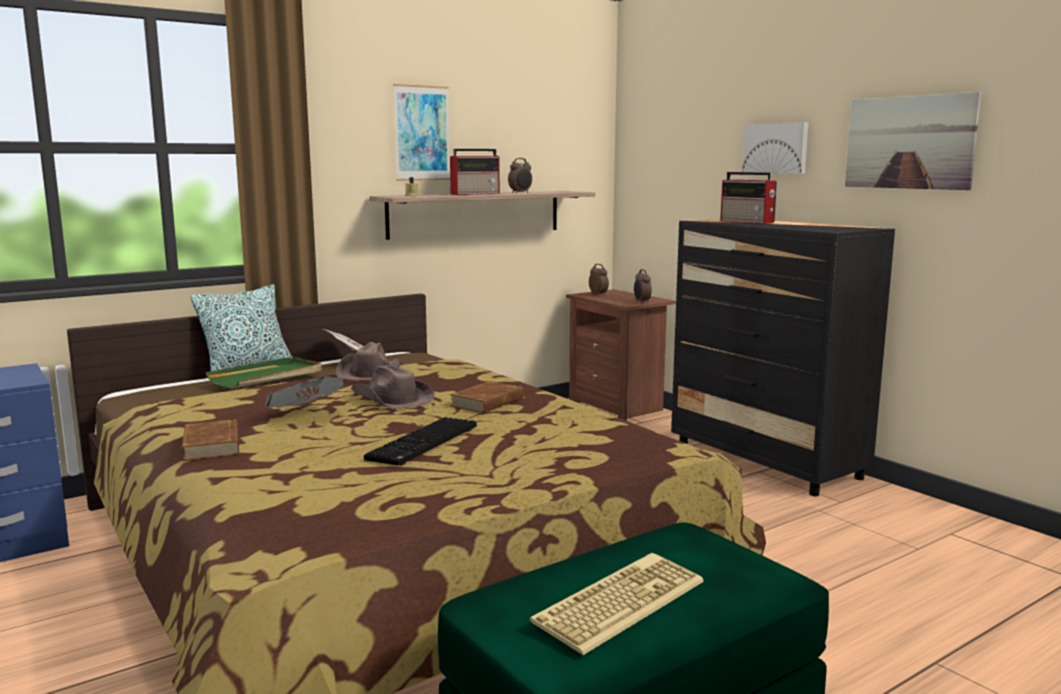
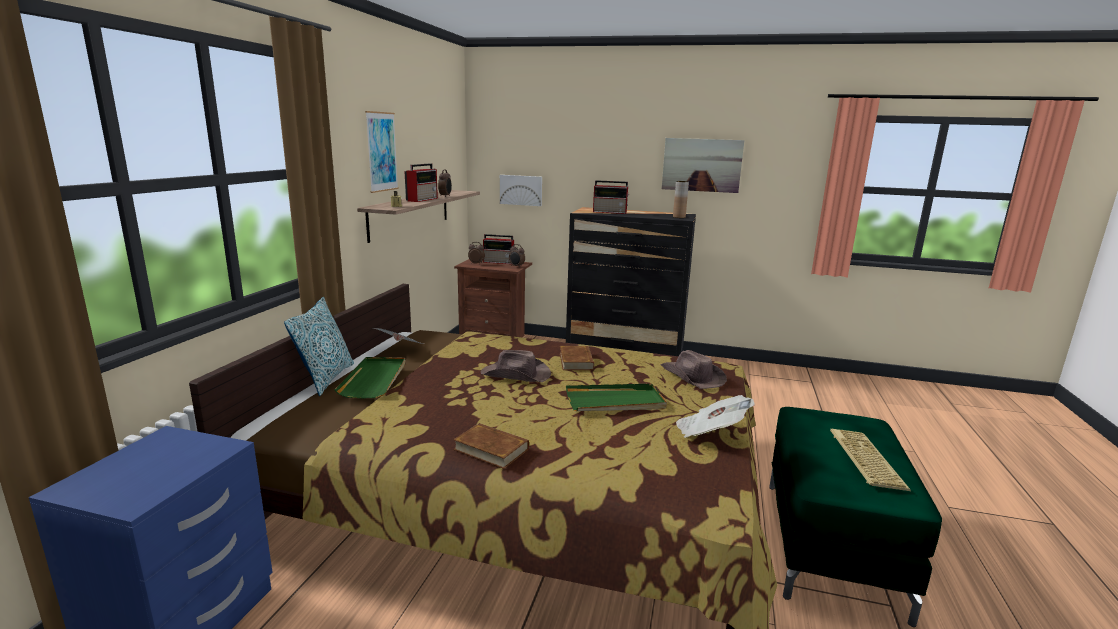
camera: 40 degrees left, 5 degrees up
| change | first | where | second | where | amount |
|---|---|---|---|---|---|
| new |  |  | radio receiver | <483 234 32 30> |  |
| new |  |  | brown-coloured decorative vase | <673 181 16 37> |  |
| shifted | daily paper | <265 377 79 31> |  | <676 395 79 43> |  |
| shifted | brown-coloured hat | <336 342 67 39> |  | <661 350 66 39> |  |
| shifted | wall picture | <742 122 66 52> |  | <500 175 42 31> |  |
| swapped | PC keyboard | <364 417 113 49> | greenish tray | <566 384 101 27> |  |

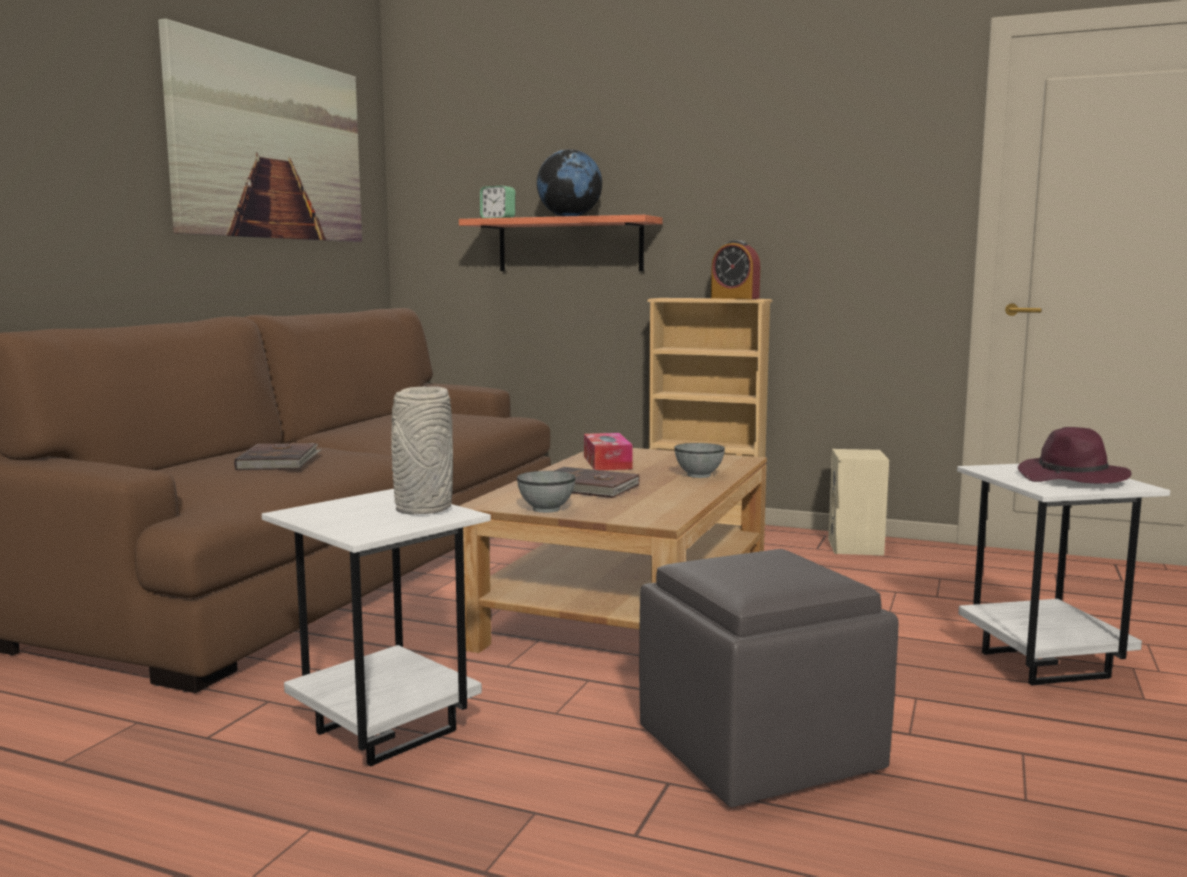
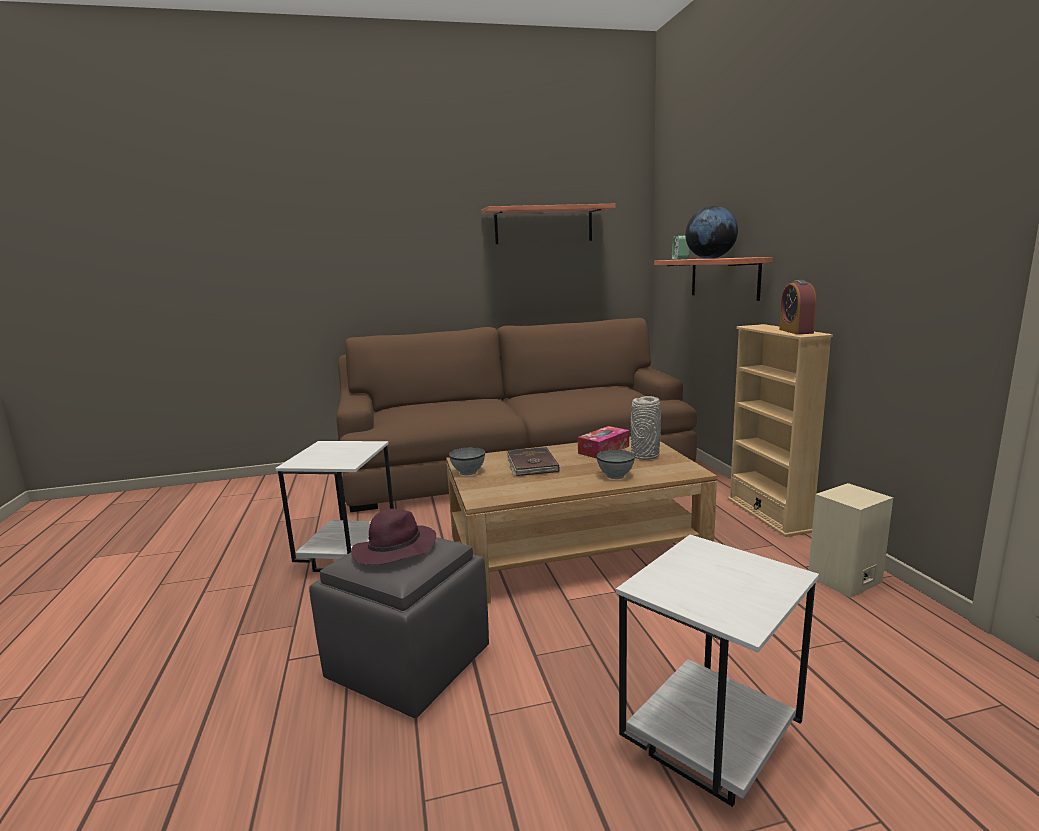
camera: 55 degrees right, 5 degrees up
| change | first | where | second | where | amount |
|---|---|---|---|---|---|
| gone | brown-coloured volume | <234 443 88 27> |  |  |  |
| shifted | grey decorative vase | <391 387 62 128> |  | <631 396 30 64> |  |
| shifted | purple hat | <1018 427 114 57> |  | <351 509 85 56> |  |
| swapped | wall picture | <158 18 204 224> | bracket shelf | <481 204 135 40> |  |

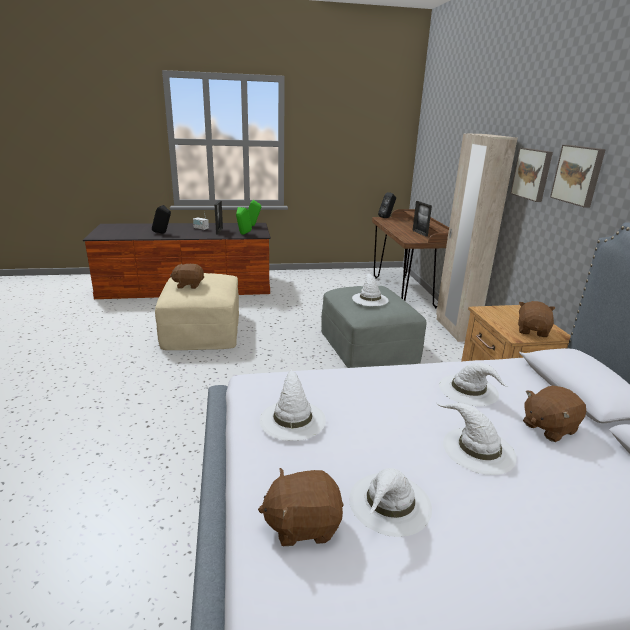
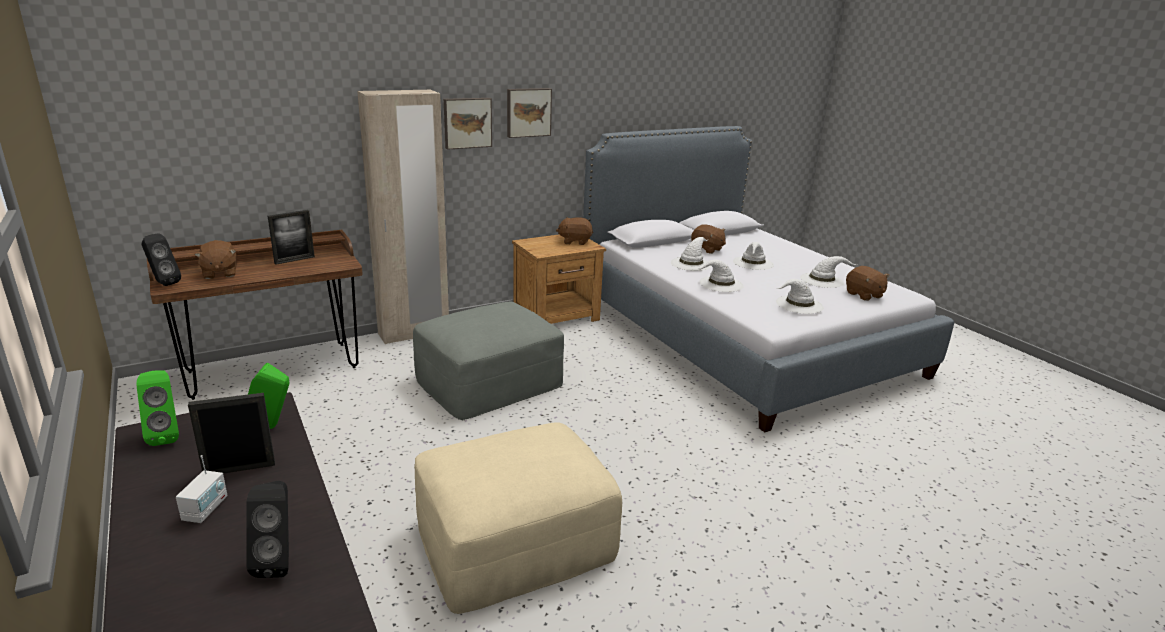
camera: 110 degrees left, 0 degrees up
| change | first | where | second | where | amount |
|---|---|---|---|---|---|
| shifted | brown-coloured cuddly toy | <170 264 34 25> |  | <194 240 43 39> |  |
| shifted | whitish hat | <352 274 37 32> |  | <698 259 46 33> |  |

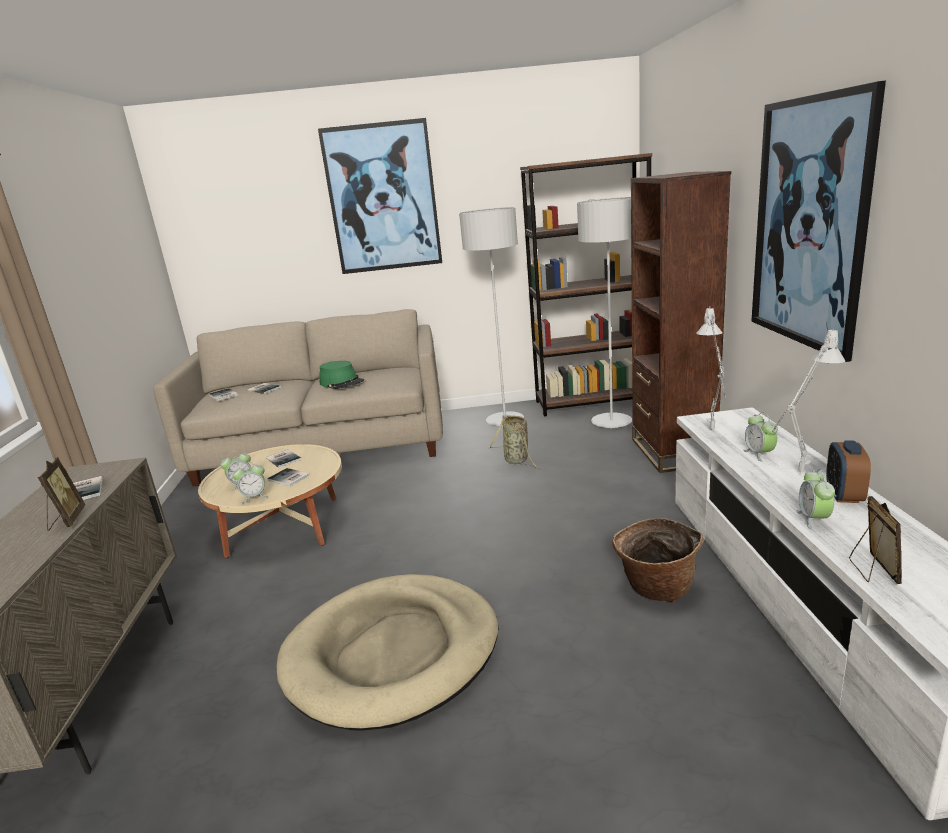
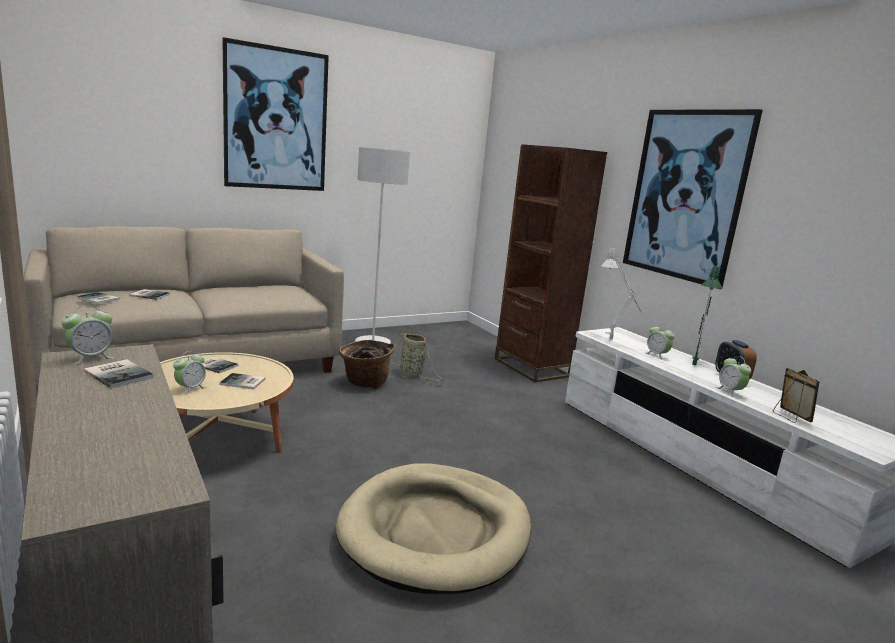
camera: 30 degrees left, 5 degrees down
| change | first | where | second | where | amount |
|---|---|---|---|---|---|
| gone | standing frame | <37 457 48 74> |  |  |  |
| gone | greenish hat | <319 361 45 28> |  |  |  |
| gone | brown-coloured bookcase | <520 153 132 263> |  |  |  |
| gone | grey standard lamp | <577 197 55 231> |  |  |  |
| shifted | alarm clock | <232 462 36 41> |  | <61 305 53 60> |  |
| shifted | storage basket | <612 518 92 85> |  | <339 340 56 49> |  |
| repainted | grey lamp for a table | <771 330 74 142> | greenish lamp for a table | <692 265 31 100> |  |

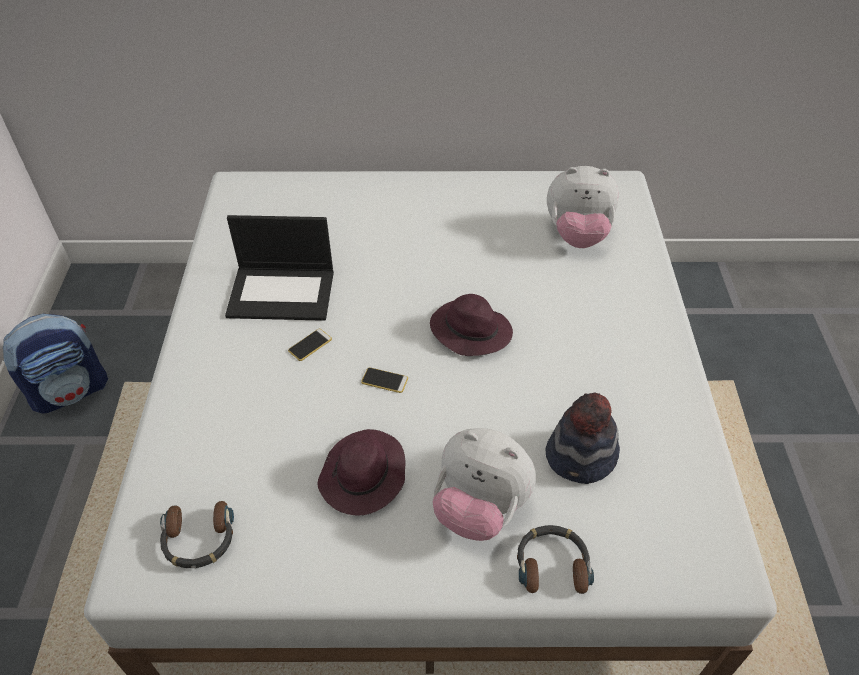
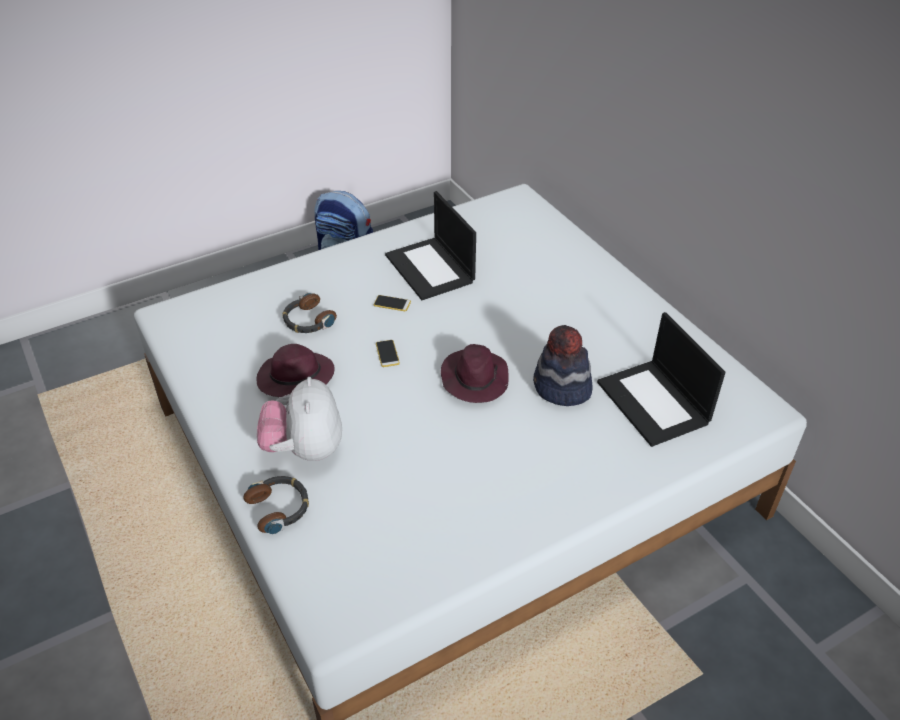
camera: 60 degrees right, 5 degrees down
| change | first | where | second | where | amount |
|---|---|---|---|---|---|
| shifted | headphones | <160 501 74 67> |  | <282 293 55 40> |  |
| shifted | hat | <546 392 74 92> |  | <533 325 60 81> |  |
| swapped | cuddly toy | <547 166 72 82> | laptop | <597 312 129 135> |  |

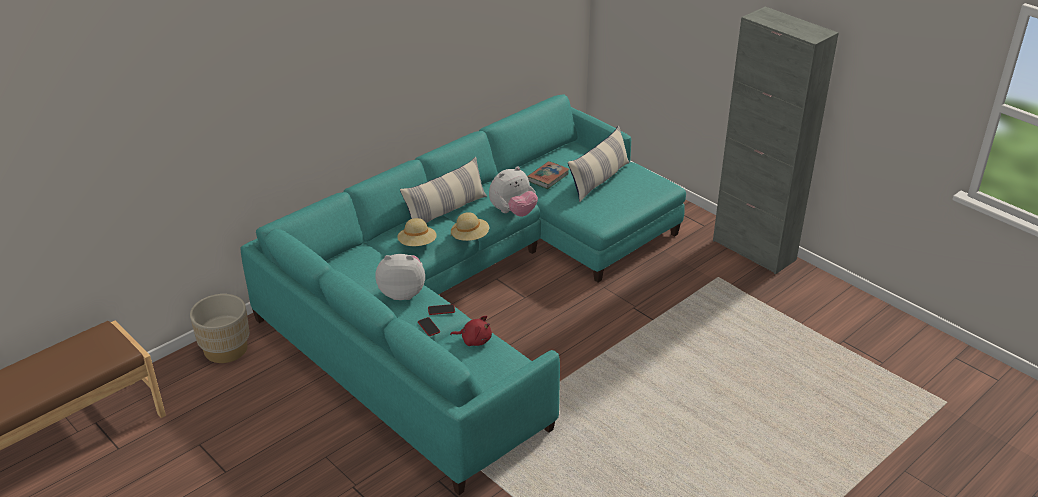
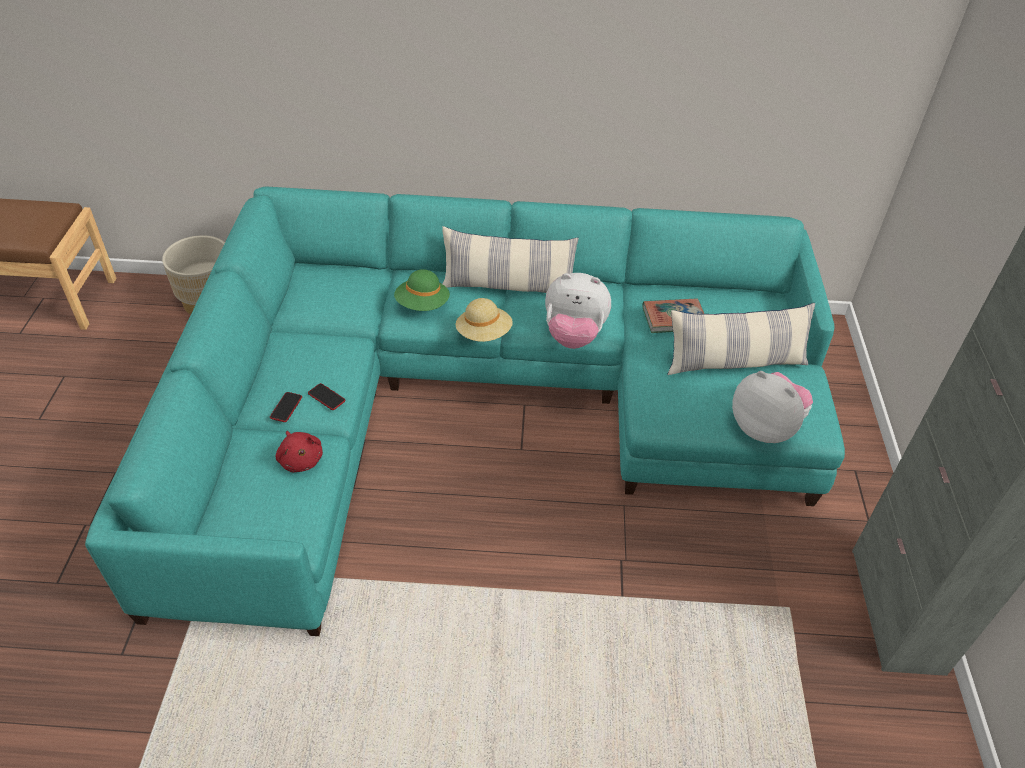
camera: 45 degrees right, 10 degrees up
| change | first | where | second | where | amount |
|---|---|---|---|---|---|
| shifted | cuddly toy | <375 254 50 46> |  | <732 371 81 72> |  |
| repainted | sand-coloured hat | <397 218 40 28> | greenish hat | <394 269 56 42> |  |

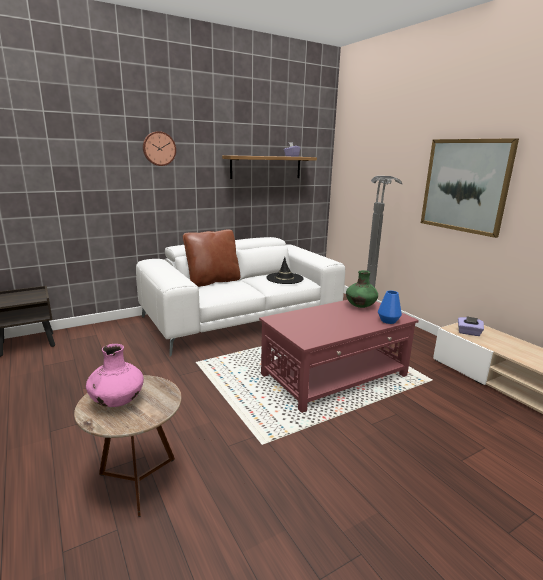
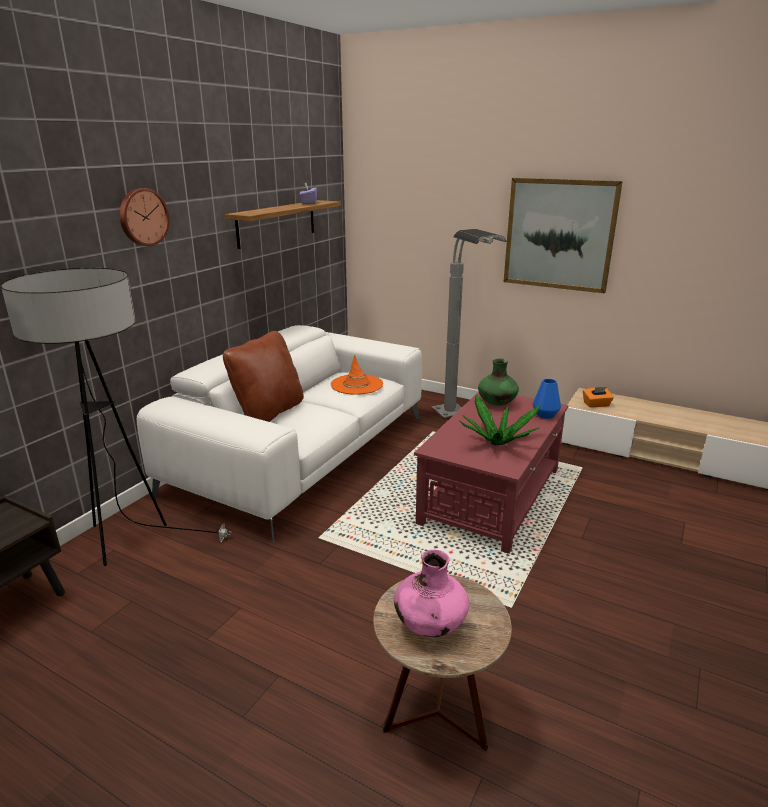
camera: 30 degrees left, 5 degrees up
| change | first | where | second | where | amount |
|---|---|---|---|---|---|
| new |  |  | standard lamp | <1 268 231 298> |  |
| new |  |  | plant in a pot | <459 394 82 51> |  |
| repainted | blackish hat | <266 257 38 27> | orange hat | <331 355 52 40> |  |
| repainted | purple tissue holder | <458 316 26 20> | orange tissue holder | <583 387 31 21> |  |

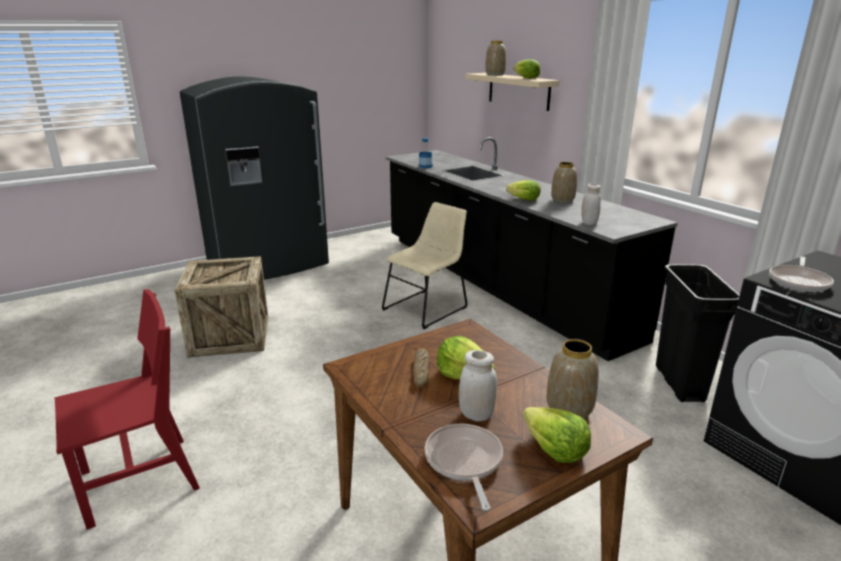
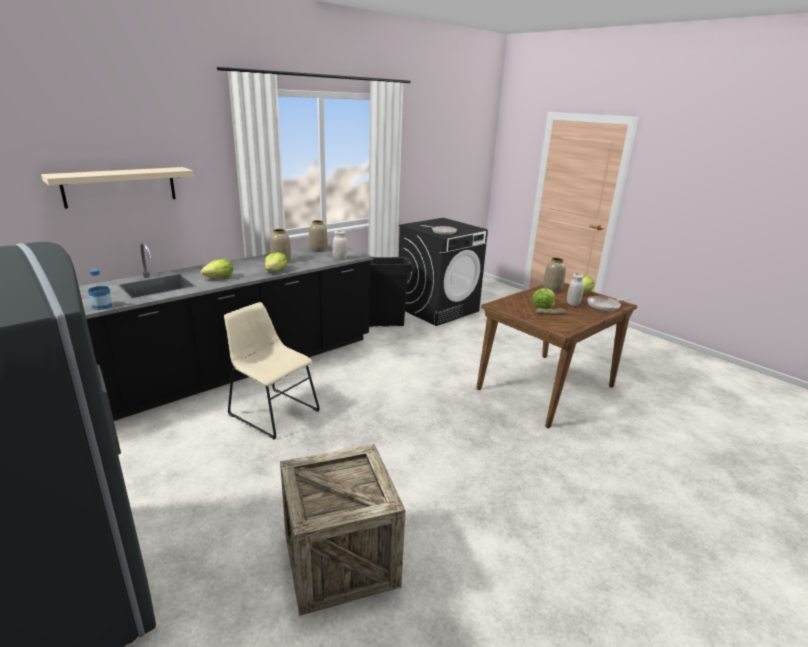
camera: 100 degrees left, 0 degrees up
| change | first | where | second | where | amount |
|---|---|---|---|---|---|
| gone | red-coloured chair | <54 289 146 241> |  |  |  |
| shifted | decorative vase | <485 41 21 35> |  | <309 220 19 32> |  |
| shifted | head of lettuce | <514 59 26 20> |  | <200 259 33 19> |  |

